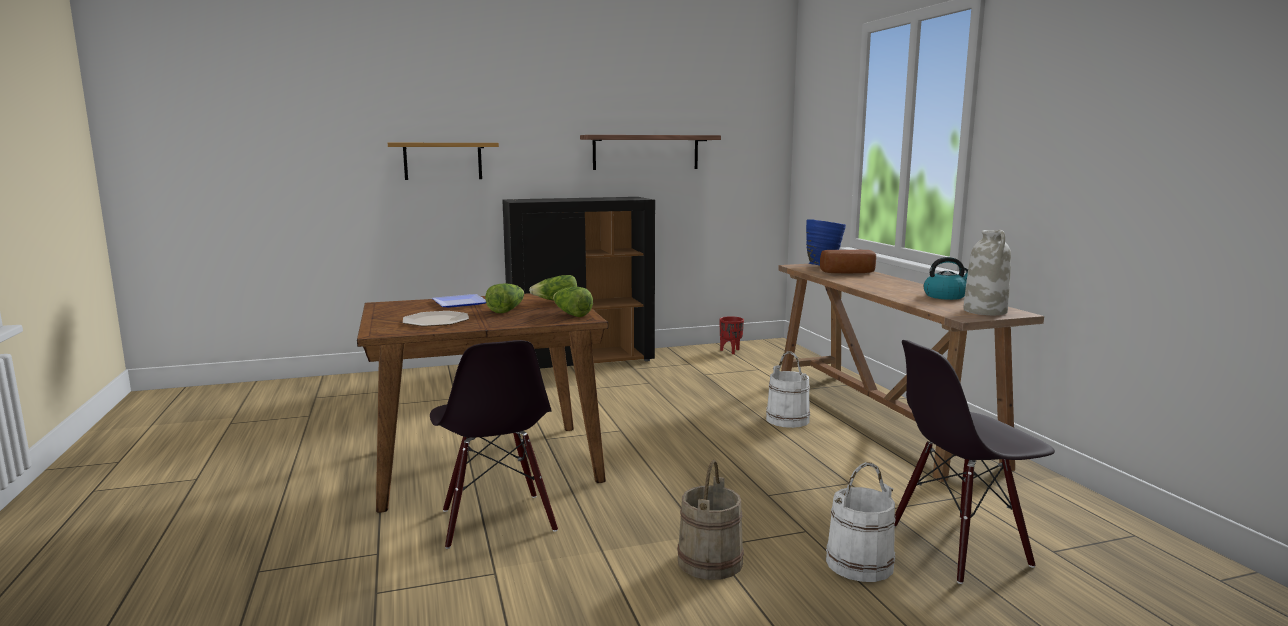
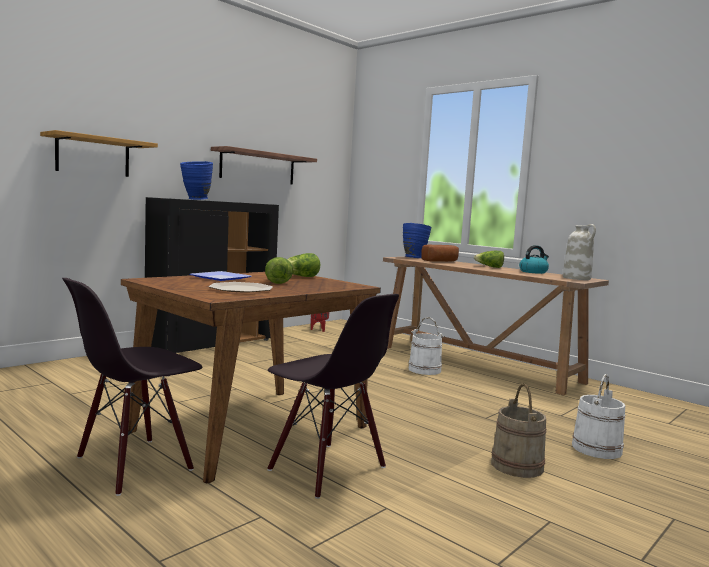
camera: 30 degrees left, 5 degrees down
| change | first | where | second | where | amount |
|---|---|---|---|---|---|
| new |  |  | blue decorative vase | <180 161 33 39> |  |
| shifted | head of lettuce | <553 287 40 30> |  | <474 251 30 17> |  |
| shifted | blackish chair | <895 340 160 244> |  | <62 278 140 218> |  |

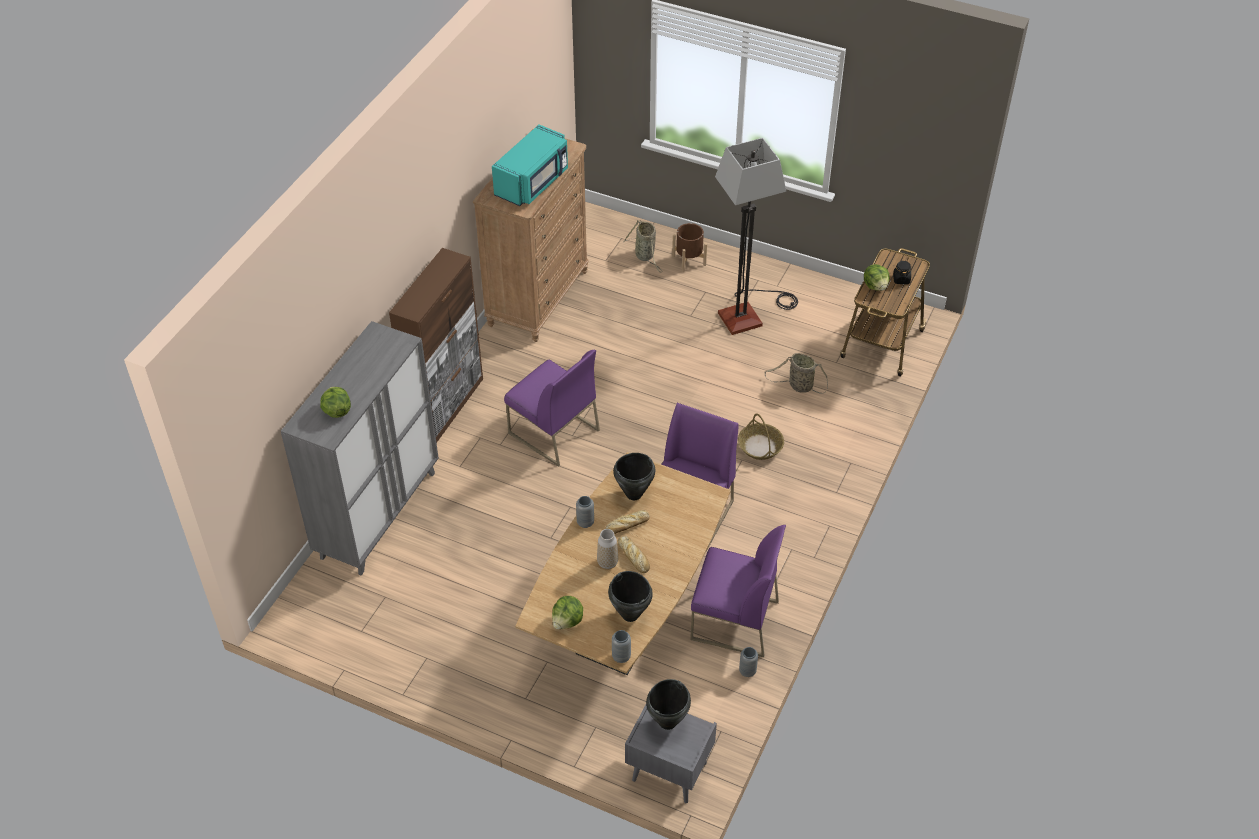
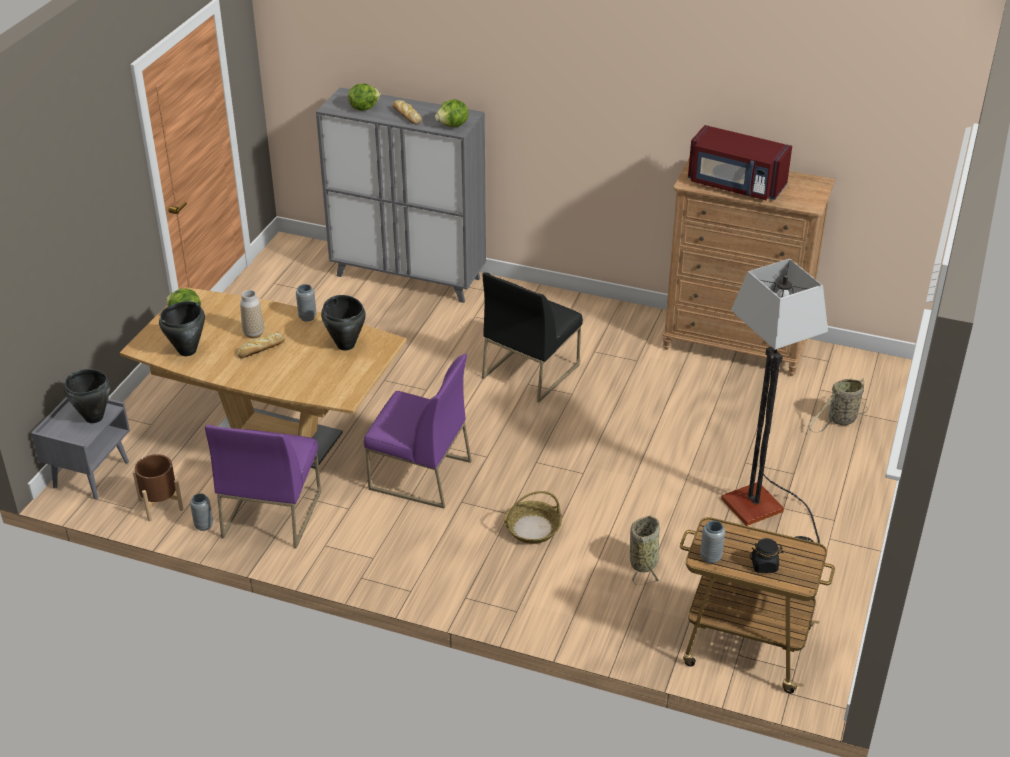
camera: 85 degrees right, 10 degrees down
| change | first | where | second | where | amount |
|---|---|---|---|---|---|
| gone | brown-coloured cabinet | <389 248 94 195> |  |  |  |
| shifted | bakery bread | <606 510 44 24> |  | <392 100 30 24> |  |
| shifted | grey decorative vase | <612 630 19 33> |  | <700 521 25 43> |  |
| shifted | brown-coloured planter | <672 223 35 49> |  | <133 454 51 67> |  |
| shifted | head of lettuce | <864 264 26 27> |  | <435 99 34 28> |  |
| repainted | turquoise microwave | <492 124 76 82> | red-coloured microwave | <688 125 104 75> |  |
| repainted | purple chair | <504 350 96 117> | blackish chair | <482 272 101 131> |  |

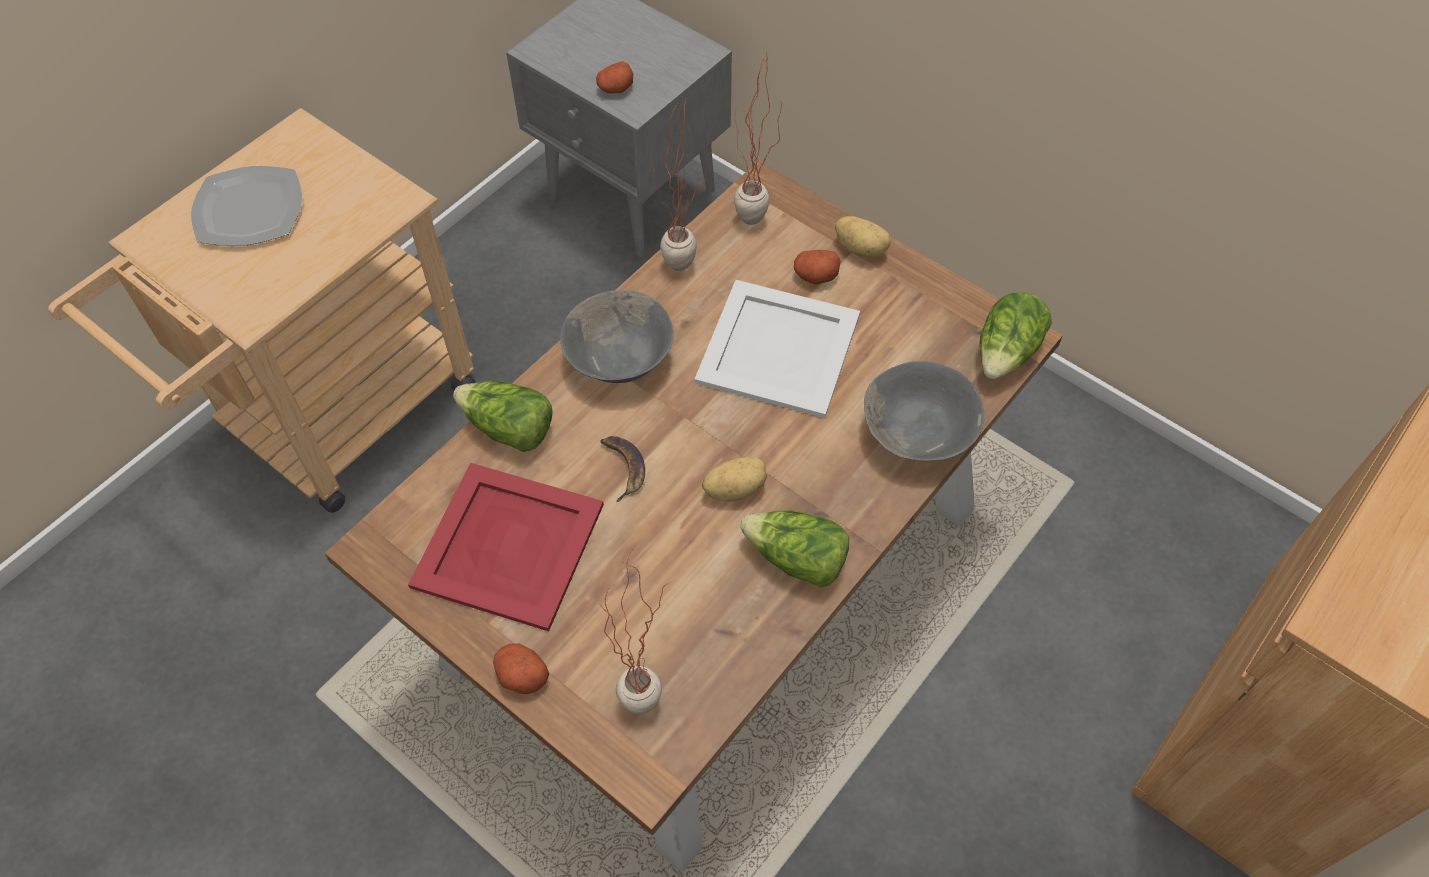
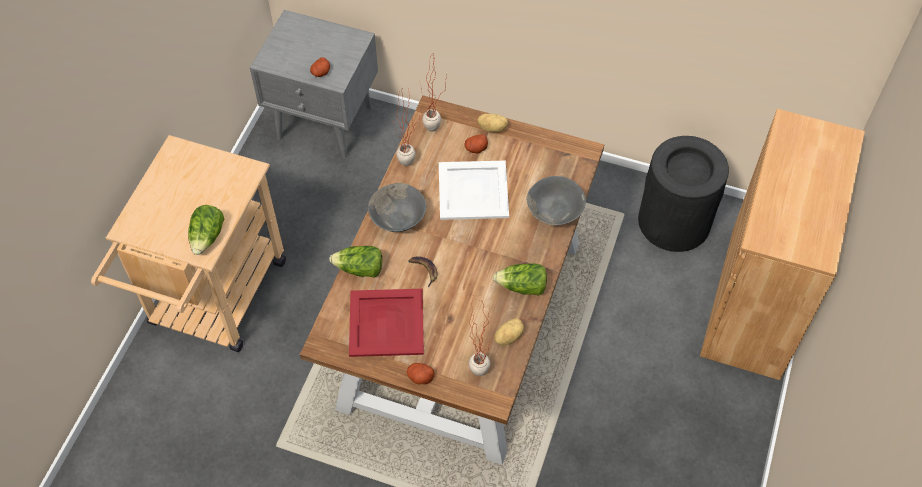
camera: 20 degrees left, 0 degrees up
| change | first | where | second | where | amount |
|---|---|---|---|---|---|
| gone | plate | <191 166 111 80> |  |  |  |
| new |  |  | blackish rubbish bin | <638 136 91 116> |  |
| shifted | potato | <702 456 65 45> |  | <494 318 30 28> |  |
| shifted | head of lettuce | <980 292 72 87> |  | <188 205 36 50> |  |

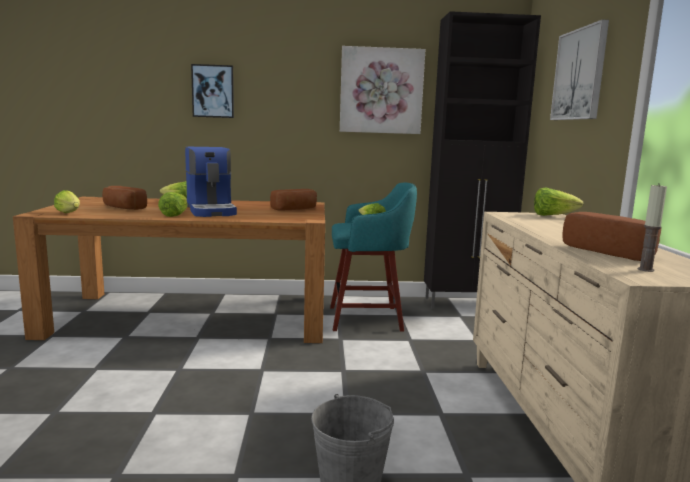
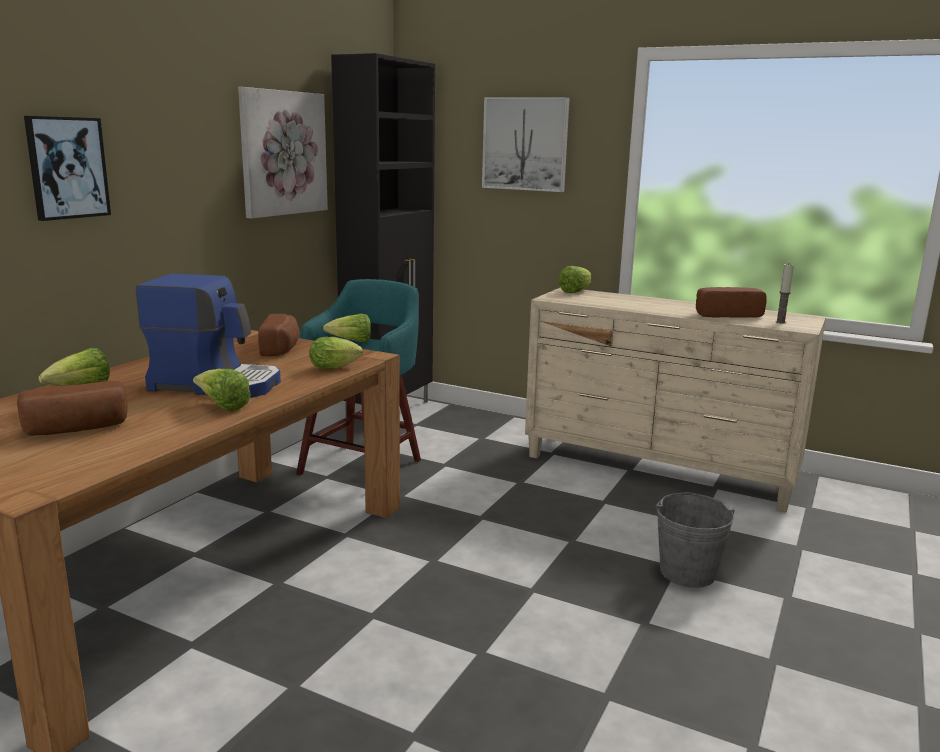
camera: 60 degrees left, 5 degrees up
| change | first | where | second | where | amount |
|---|---|---|---|---|---|
| shifted | head of lettuce | <54 190 26 23> |  | <309 337 54 32> |  |

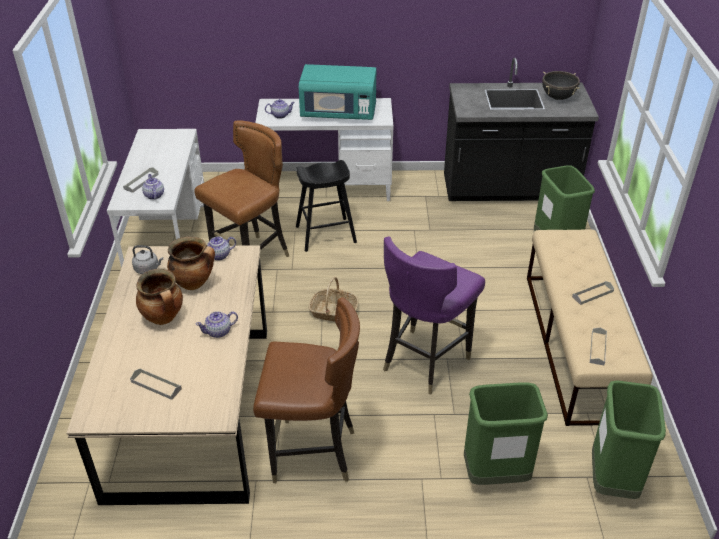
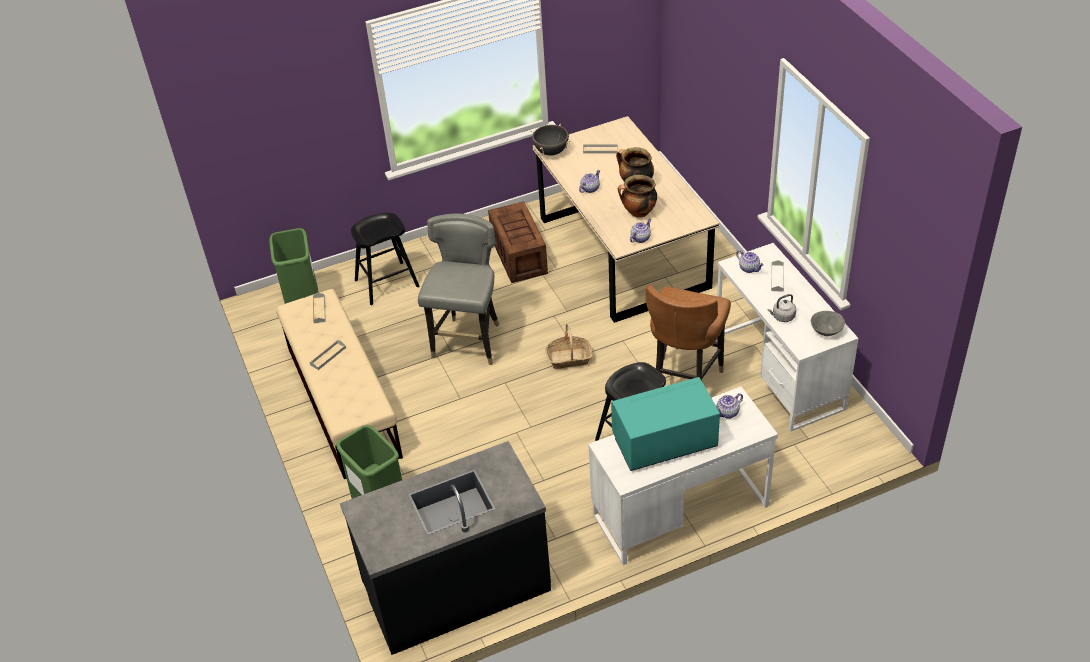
camera: 160 degrees right, 5 degrees up
| change | first | where | second | where | amount |
|---|---|---|---|---|---|
| new |  |  | grey bowl | <811 311 34 25> |  |
| shifted | grey tea kettle | <132 245 31 29> |  | <768 294 28 28> |  |
| shifted | blackish cooking pot | <542 71 38 29> |  | <530 123 41 33> |  |
| swapped | brown-coloured chair | <253 297 107 186> | shipping crate | <488 201 60 82> |  |
| swapped | greenish rubbish bin | <464 382 84 103> | blackish sitting stool | <351 213 68 92> |  |
| repainted | purple chair | <383 237 102 157> | grey chair | <418 214 81 151> |  |

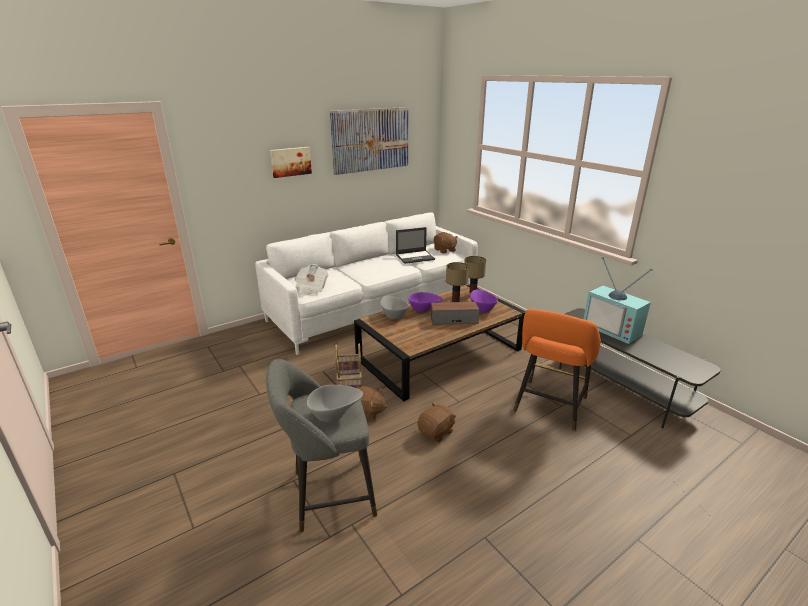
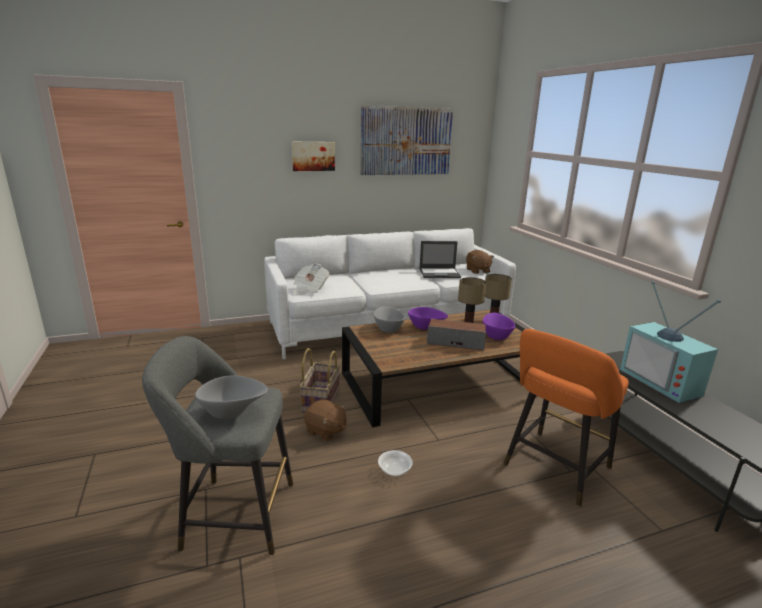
camera: 15 degrees right, 5 degrees down
| change | first | where | second | where | amount |
|---|---|---|---|---|---|
| swapped | brown-coloured cuddly toy | <418 402 38 40> | bowl | <378 450 35 26> |  |

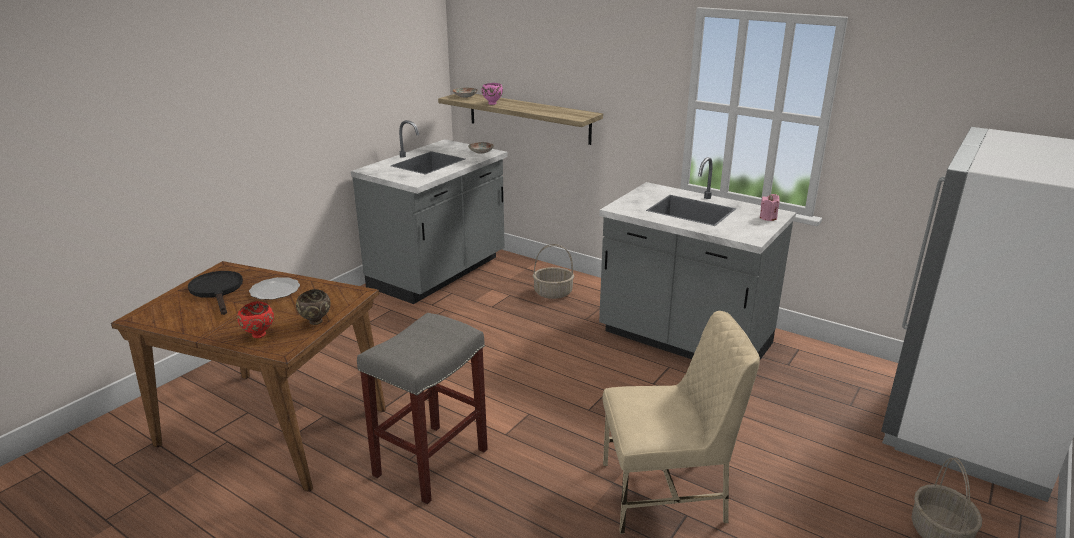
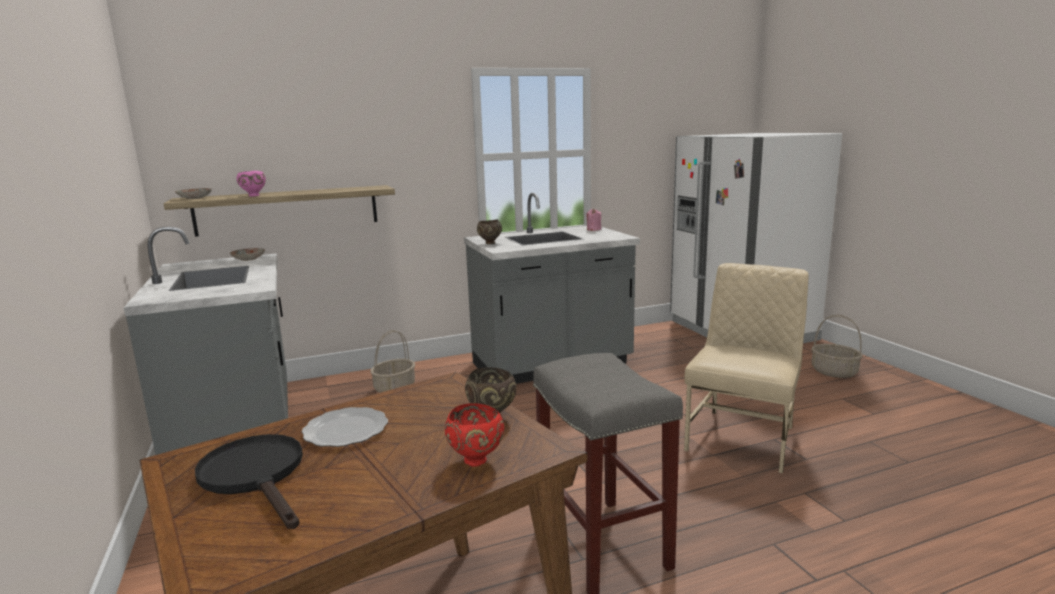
camera: 55 degrees left, 10 degrees down
| change | first | where | second | where | amount |
|---|---|---|---|---|---|
| new |  |  | brown-coloured bowl | <477 219 25 25> |  |
| rotated | blackish pan | <188 271 55 44> |  | <195 434 108 95> | 45 degrees clockwise |

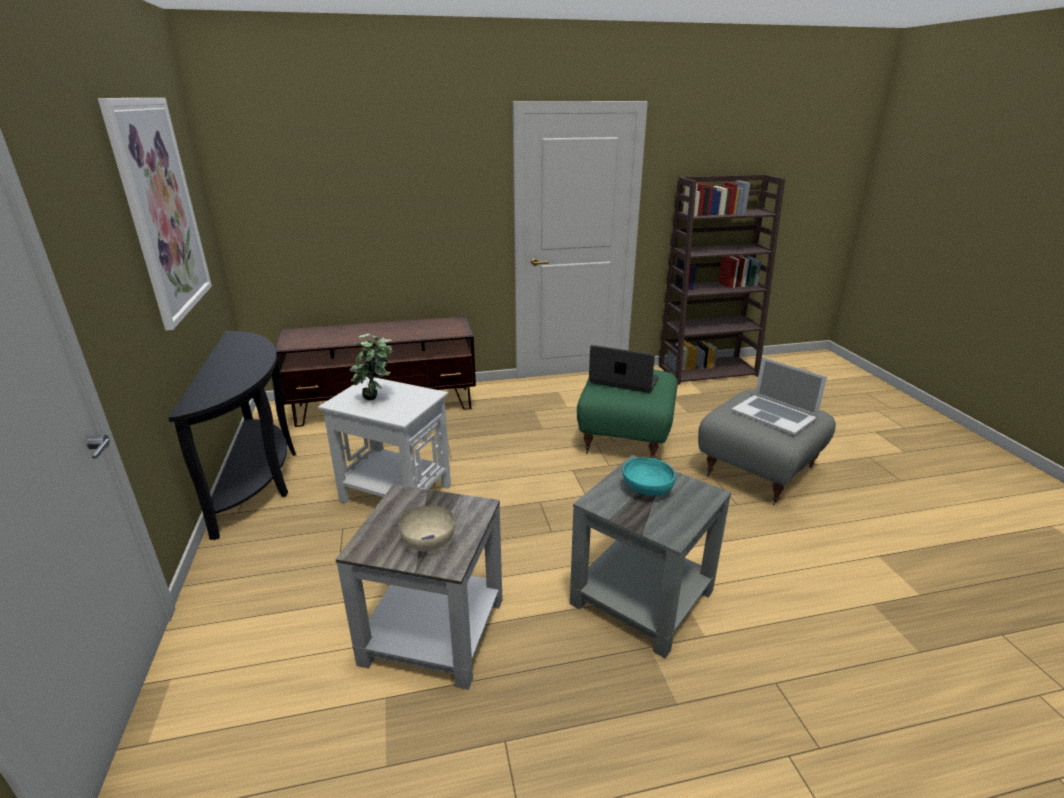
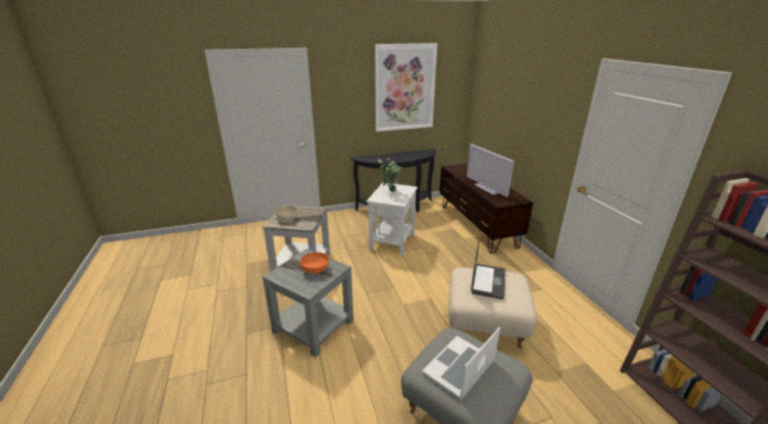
camera: 85 degrees right, 0 degrees up
| change | first | where | second | where | amount |
|---|---|---|---|---|---|
| new |  |  | TV | <467 144 47 53> |  |
| repainted | greenish ottoman | <577 370 101 88> | sand-coloured ottoman | <448 268 89 80> |  |
| repainted | turquoise bowl | <622 457 53 39> | orange bowl | <300 252 29 22> |  |

